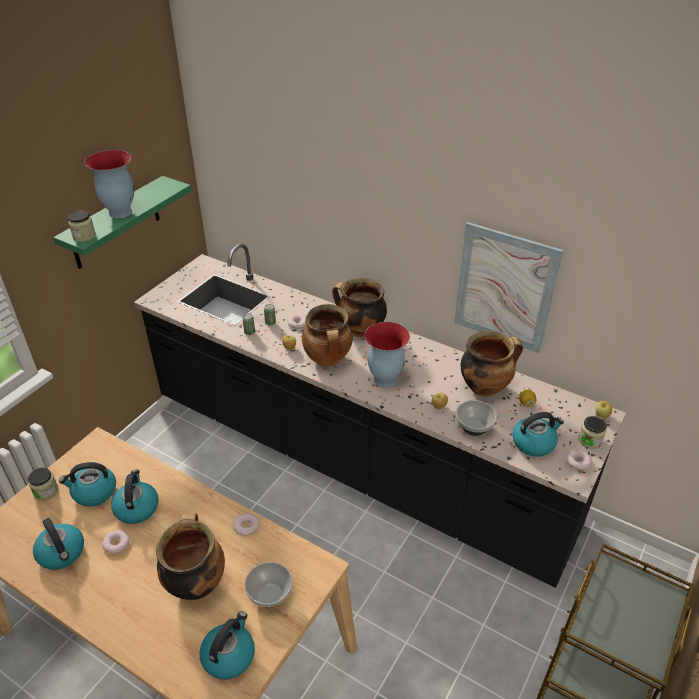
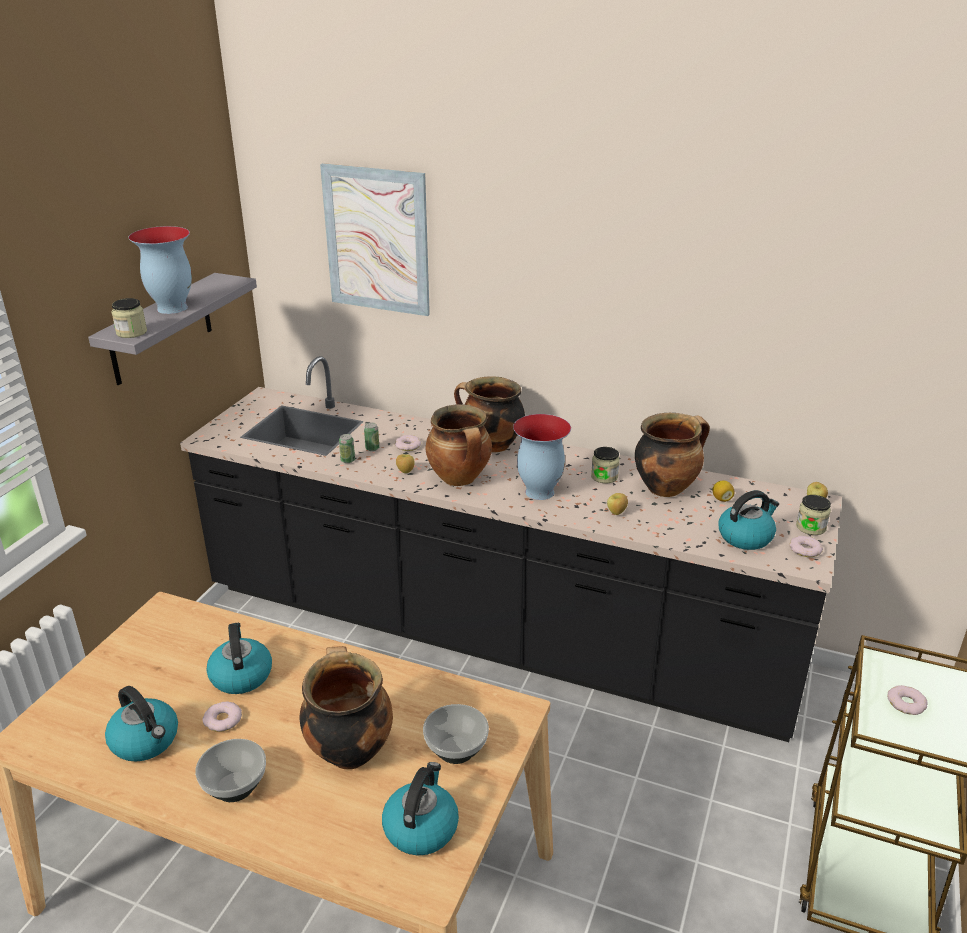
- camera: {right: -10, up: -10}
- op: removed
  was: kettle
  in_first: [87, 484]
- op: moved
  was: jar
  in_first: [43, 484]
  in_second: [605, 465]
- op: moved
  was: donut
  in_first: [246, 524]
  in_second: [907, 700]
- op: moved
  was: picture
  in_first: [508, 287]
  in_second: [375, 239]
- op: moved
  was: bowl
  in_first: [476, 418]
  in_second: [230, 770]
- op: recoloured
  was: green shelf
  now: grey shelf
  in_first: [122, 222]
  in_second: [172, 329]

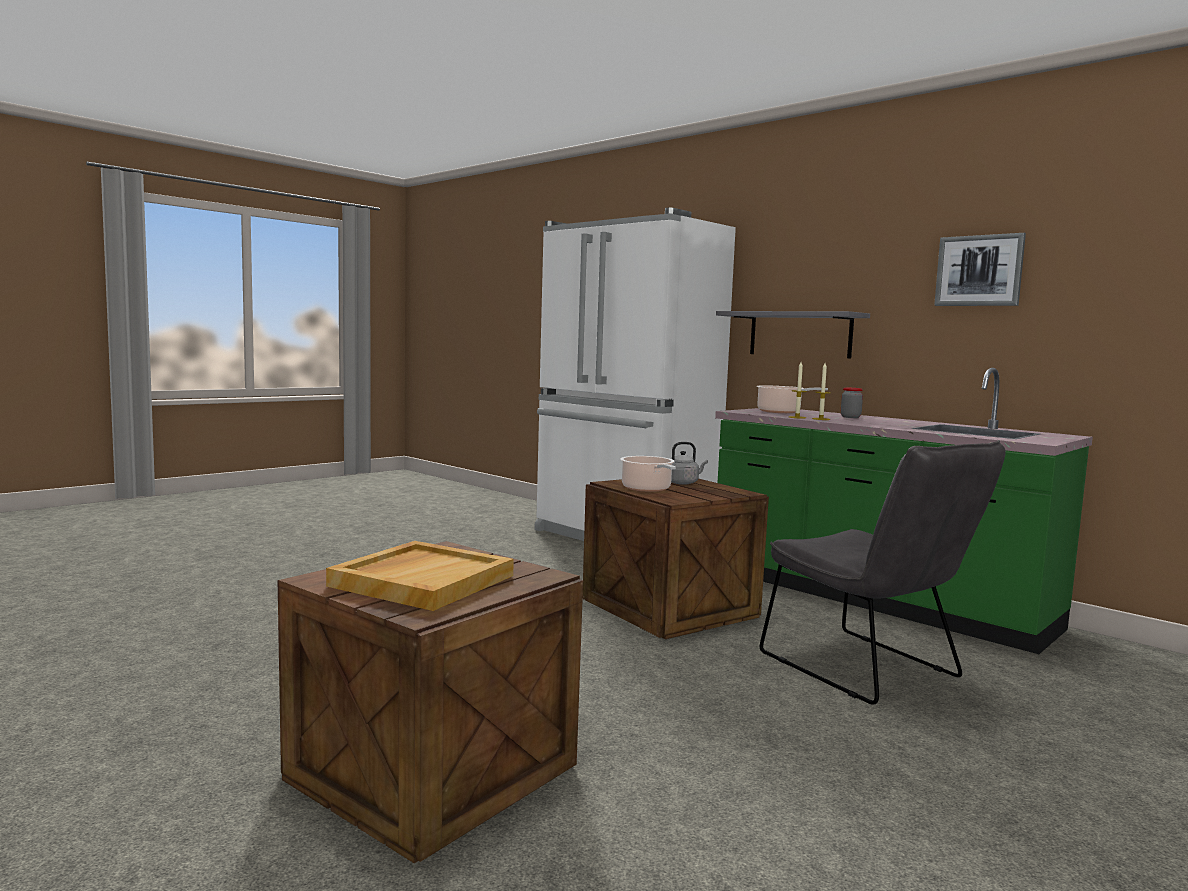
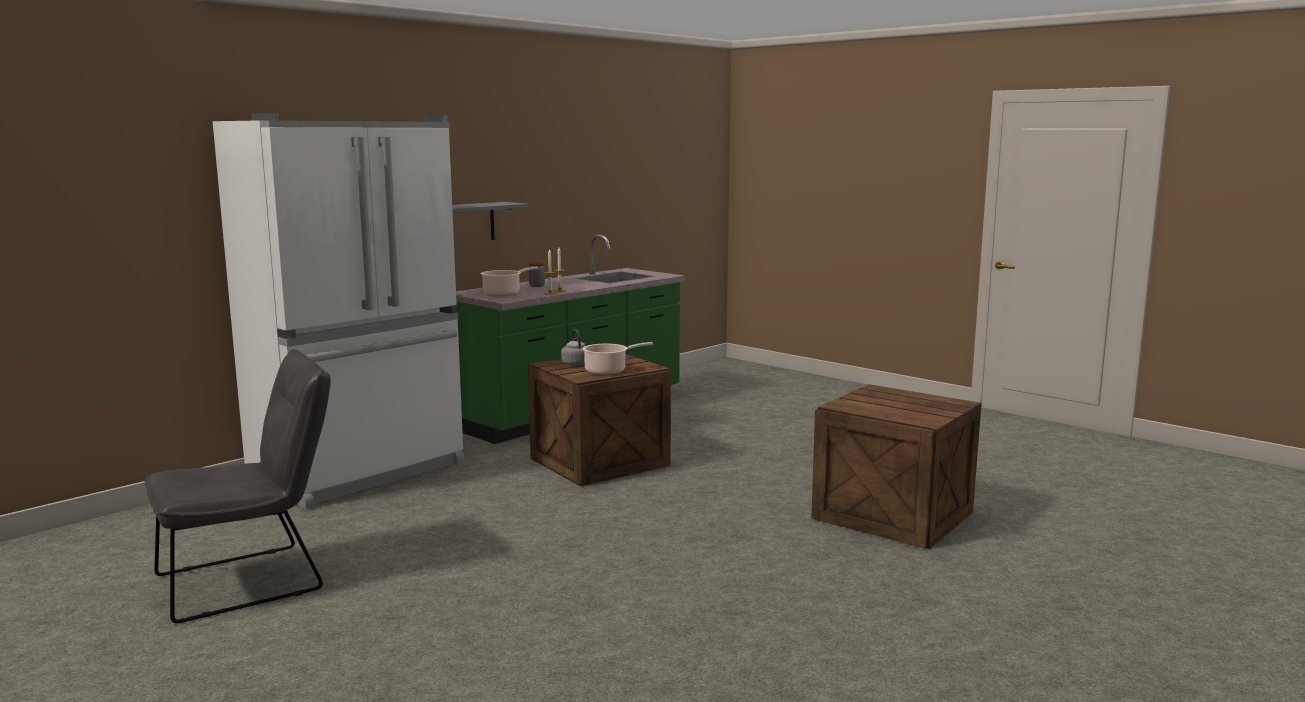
- camera: {right: -90, up: 5}
- op: removed
  was: beige tray
  in_first: [420, 576]
- op: removed
  was: picture
  in_first: [980, 269]
- op: moved
  was: grey chair
  in_first: [882, 572]
  in_second: [238, 486]

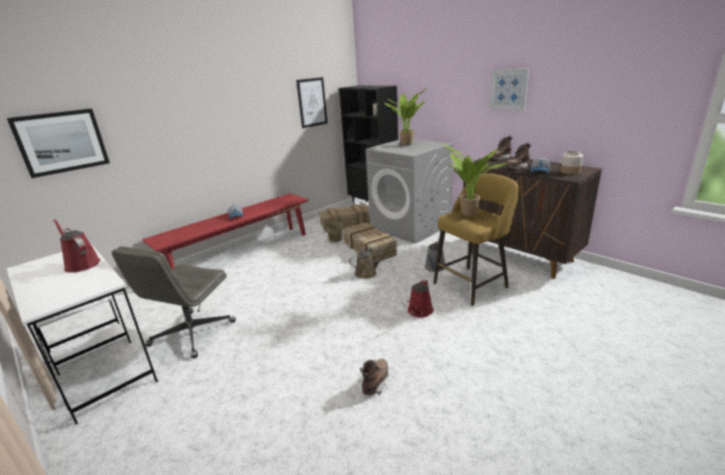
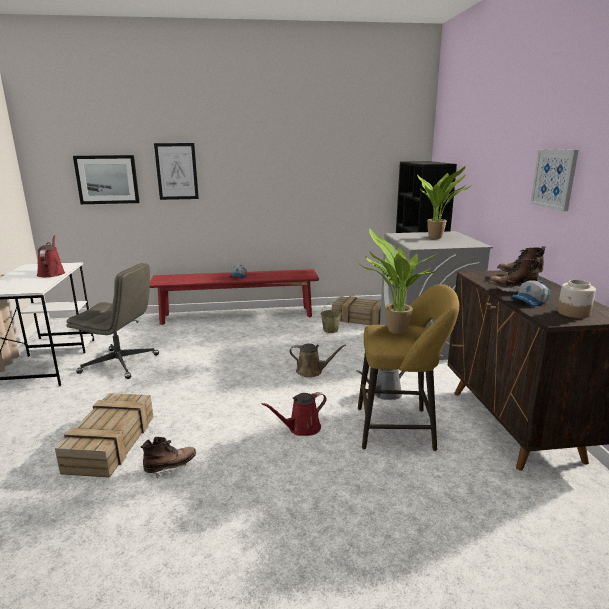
- camera: {right: 35, up: -5}
- op: moved
  was: picture
  in_first: [312, 102]
  in_second: [176, 171]
- op: moved
  was: crate
  in_first: [370, 242]
  in_second: [104, 435]
- op: turned
  was: grey office chair
  in_first: [174, 302]
  in_second: [112, 321]
  clockwise: -135

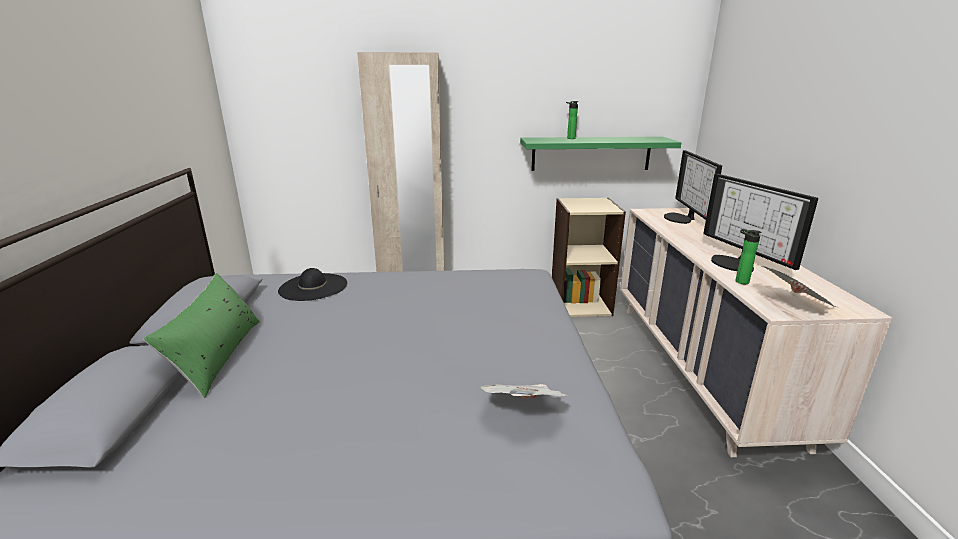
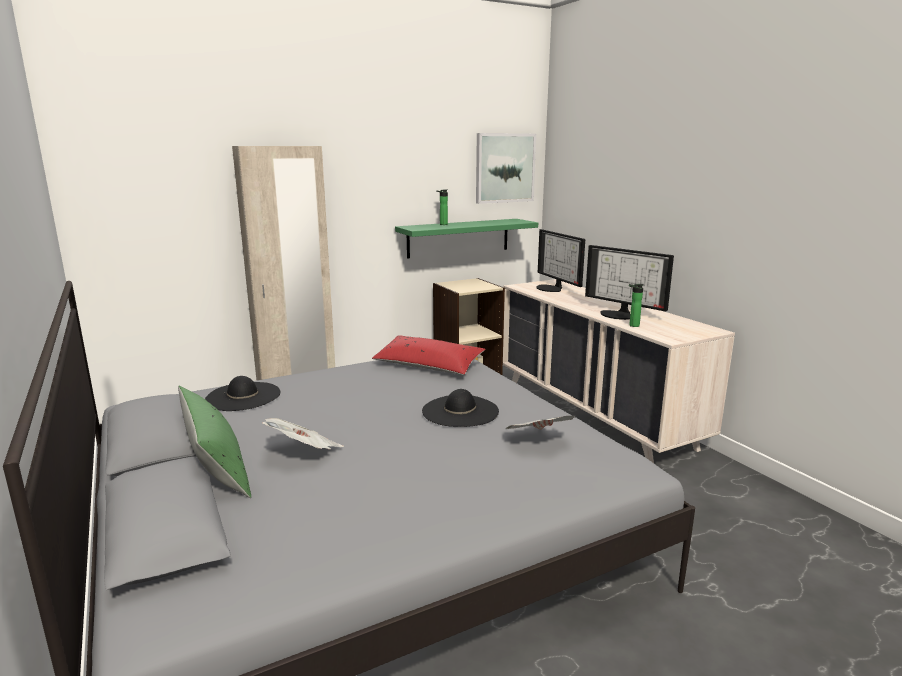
- camera: {right: -25, up: -5}
- op: added
  now: red pillow
  in_second: [428, 355]
- op: added
  now: black hat
  in_second: [460, 408]
- op: added
  now: picture
  in_second: [506, 168]
- op: moved
  was: newspaper
  in_first: [801, 287]
  in_second: [303, 433]

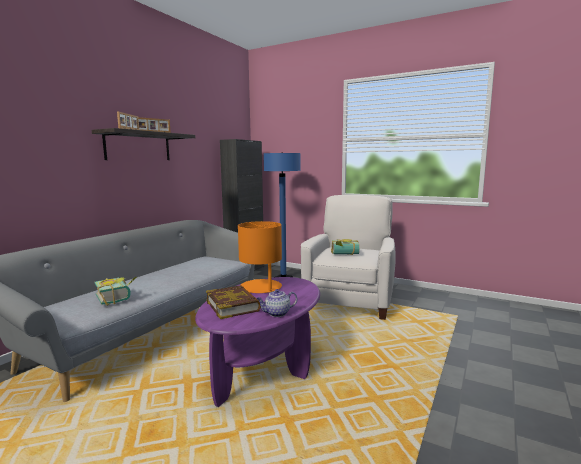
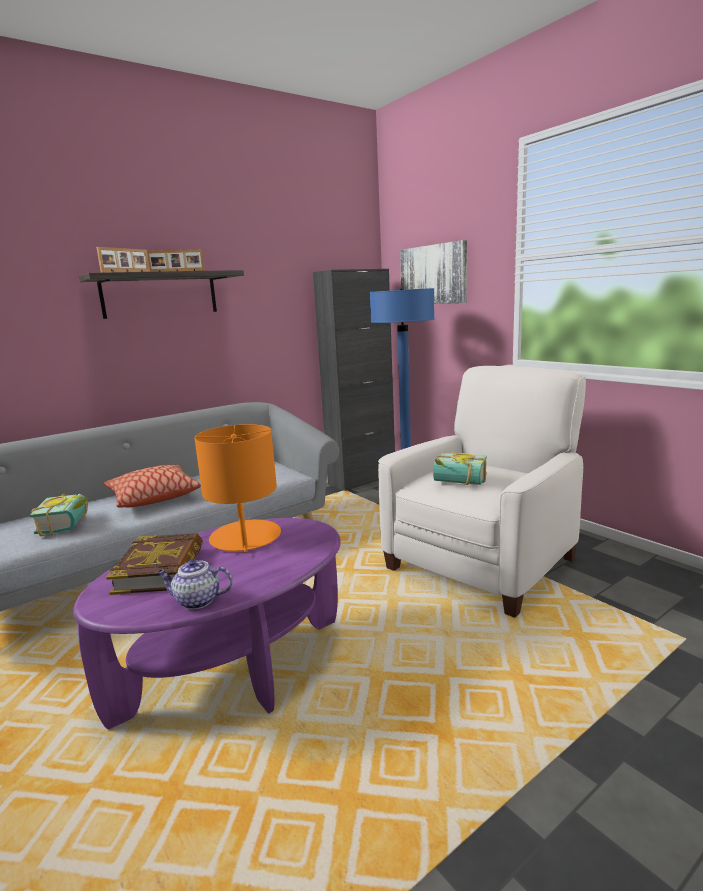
- camera: {right: 25, up: 5}
- op: added
  now: pillow
  in_second: [152, 486]
- op: added
  now: picture
  in_second: [433, 272]

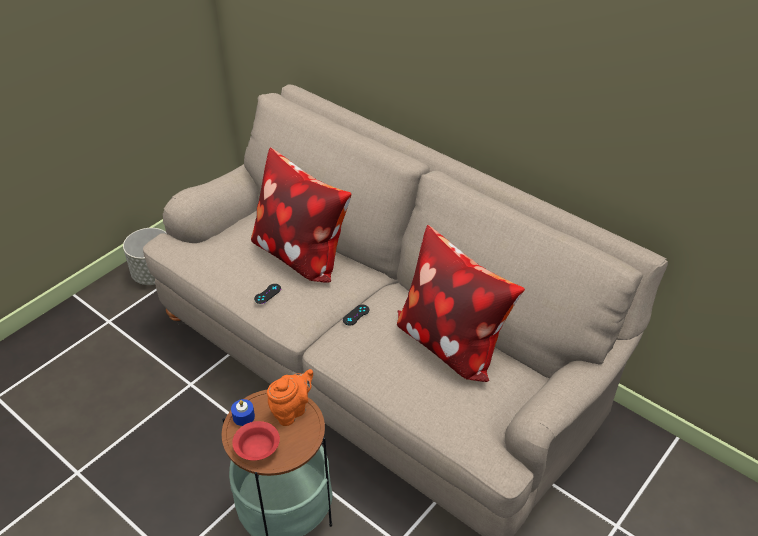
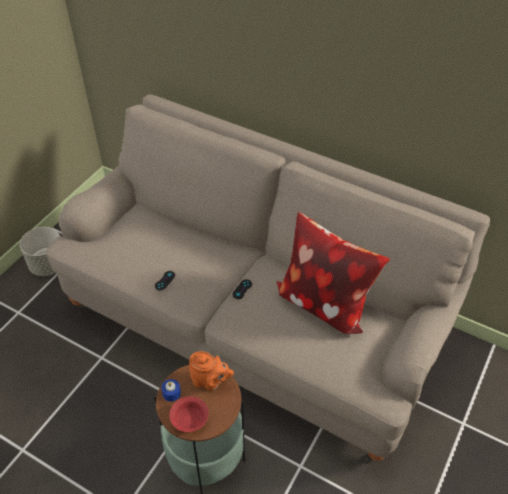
- camera: {right: -10, up: 5}
- op: removed
  was: pillow
  in_first: [301, 215]
- op: turned
  was: orange teapot
  in_first: [290, 397]
  in_second: [211, 371]
  clockwise: 75

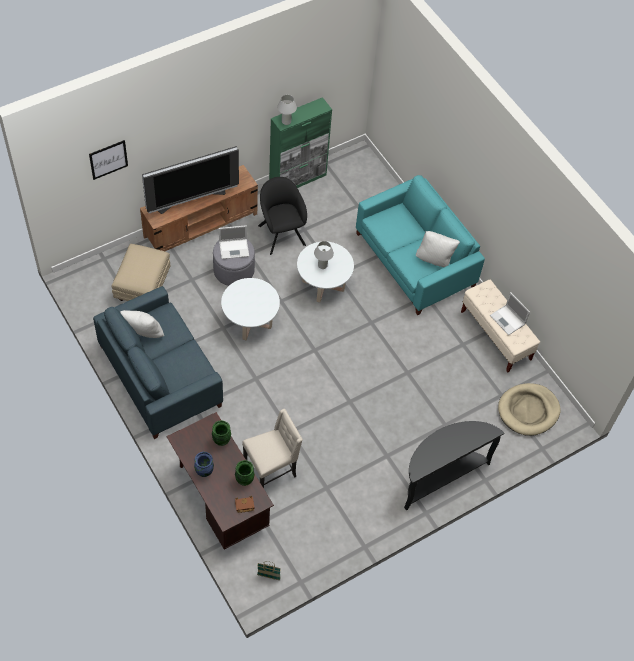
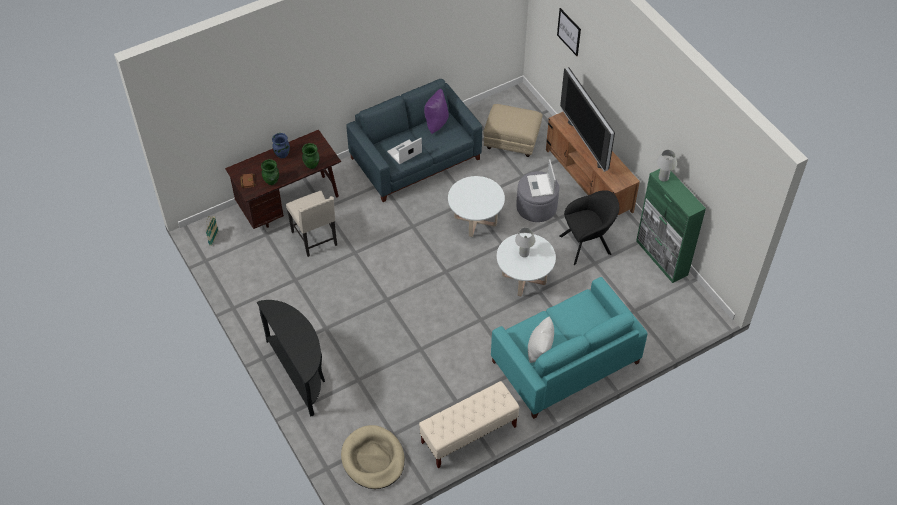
- camera: {right: 95, up: -5}
- op: moved
  was: laptop
  in_first: [510, 313]
  in_second: [404, 151]
- op: recoloured
  was: white pillow
  now: purple pillow
  in_first: [142, 324]
  in_second: [436, 111]

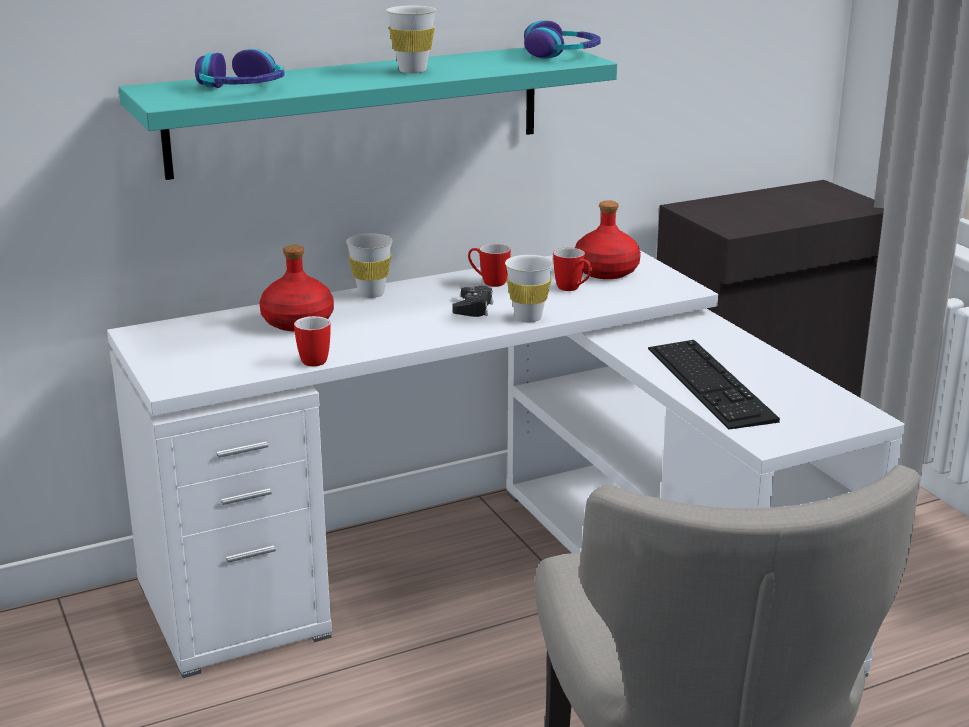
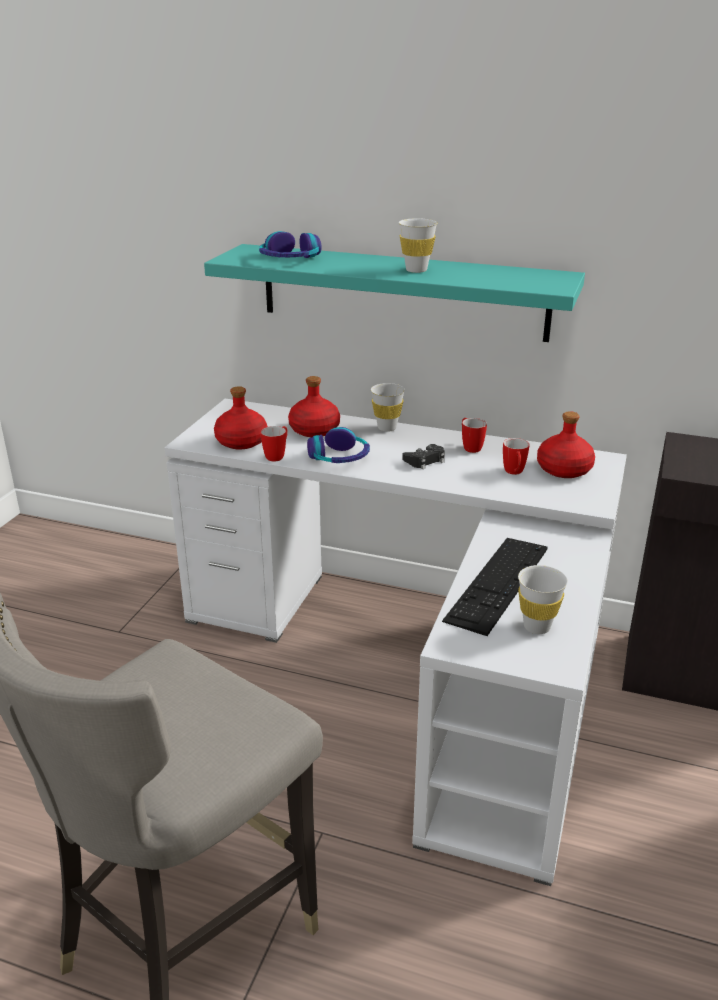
- camera: {right: 45, up: 5}
- op: added
  now: red bottle
  in_second: [240, 417]
- op: moved
  was: white cup
  in_first: [529, 288]
  in_second: [543, 599]
- op: moved
  was: headphones
  in_first: [562, 39]
  in_second: [338, 445]

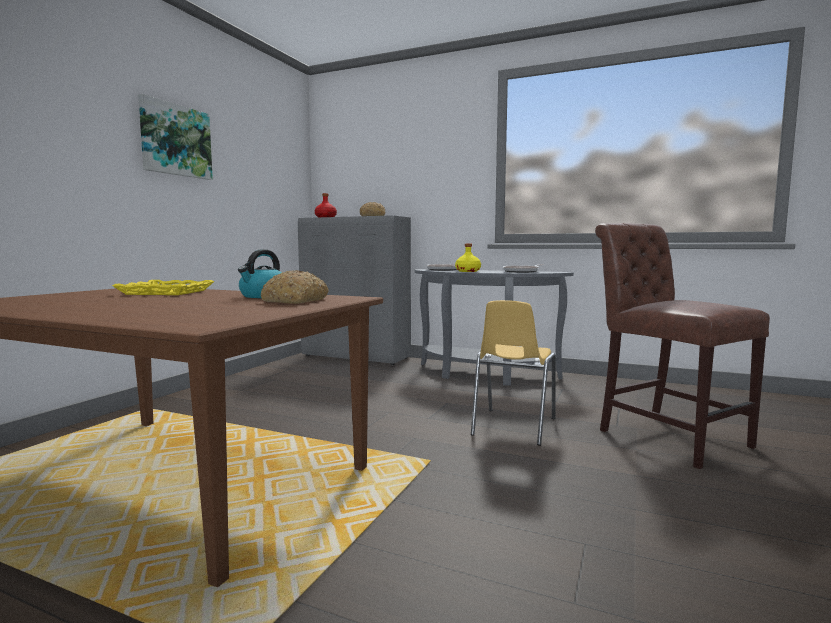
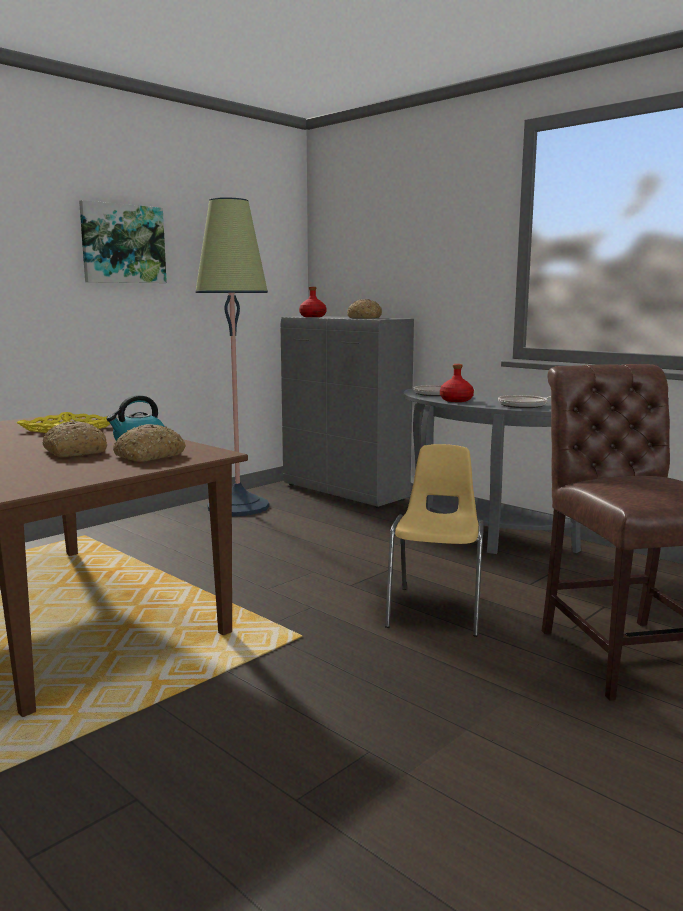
- camera: {right: 20, up: 5}
- op: added
  now: bread
  in_second: [74, 439]
- op: added
  now: floor lamp
  in_second: [232, 356]
- op: recoloured
  was: yellow bottle
  now: red bottle
  in_first: [468, 257]
  in_second: [457, 383]
- op: turned
  was: yellow chair
  in_first: [513, 373]
  in_second: [434, 540]
  clockwise: 150

